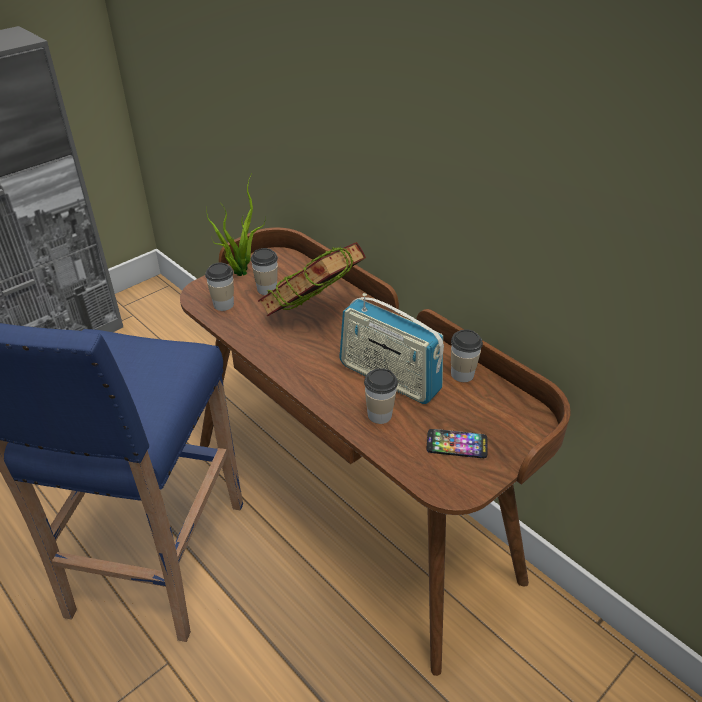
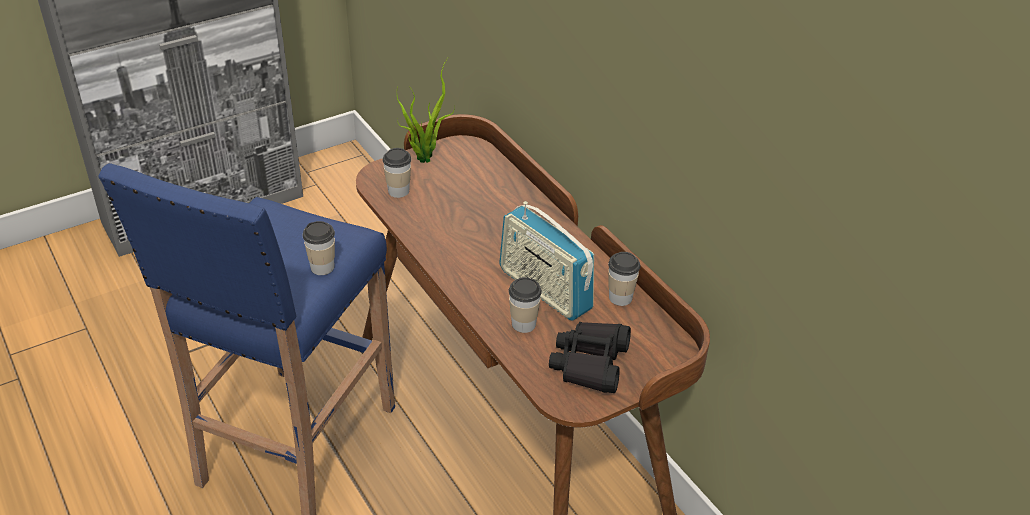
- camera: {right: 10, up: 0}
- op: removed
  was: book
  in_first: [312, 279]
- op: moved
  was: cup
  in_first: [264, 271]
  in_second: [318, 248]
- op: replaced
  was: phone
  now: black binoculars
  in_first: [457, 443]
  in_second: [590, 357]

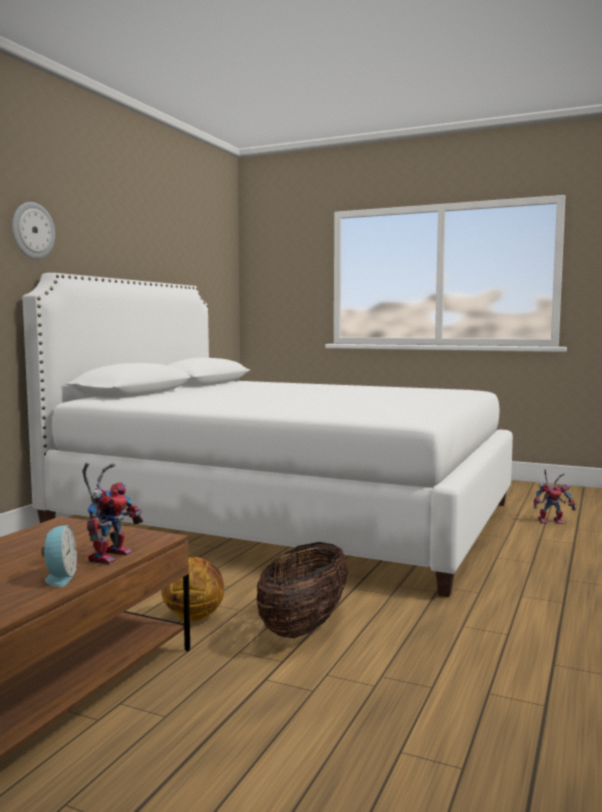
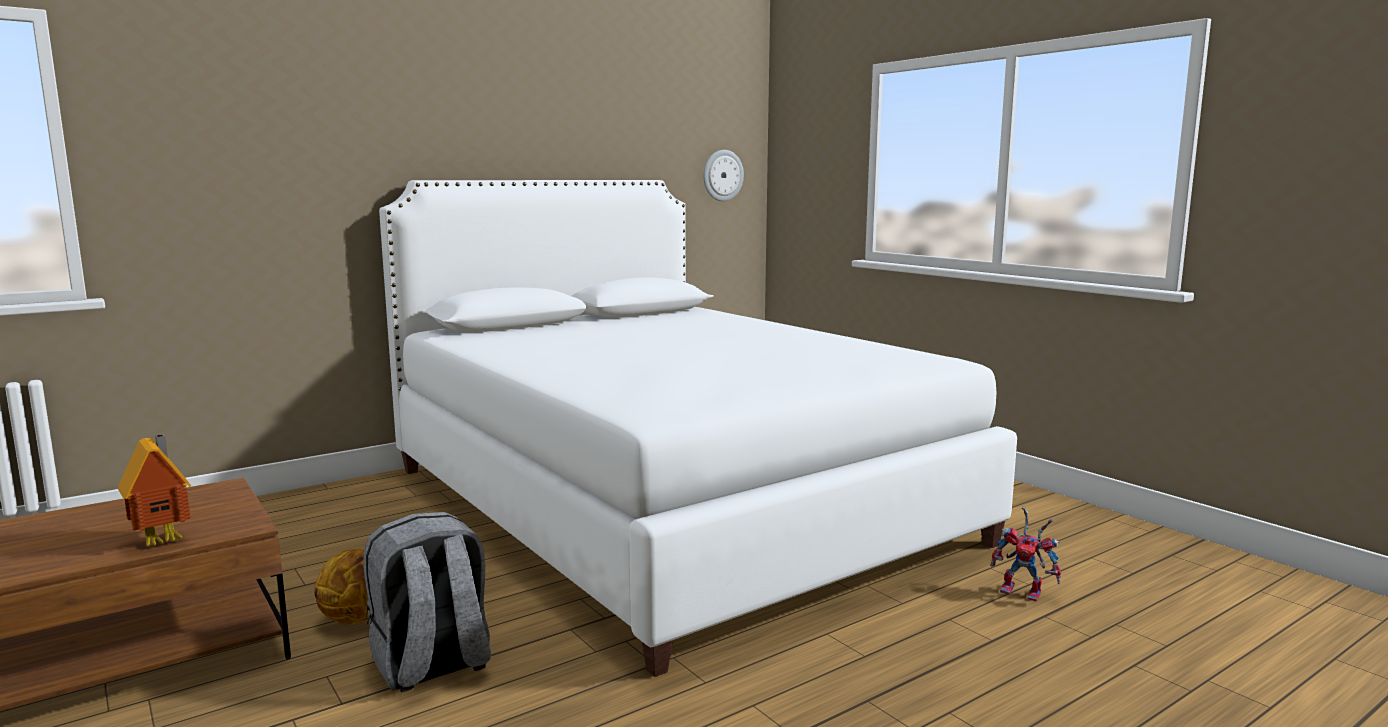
- camera: {right: 30, up: 5}
- op: removed
  was: alarm clock
  in_first: [59, 556]
- op: moved
  was: wall clock
  in_first: [33, 230]
  in_second: [723, 175]
- op: replaced
  was: toy robot
  now: toy house
  in_first: [112, 514]
  in_second: [154, 490]
- op: replaced
  was: basket
  now: grey backpack
  in_first: [302, 590]
  in_second: [427, 602]

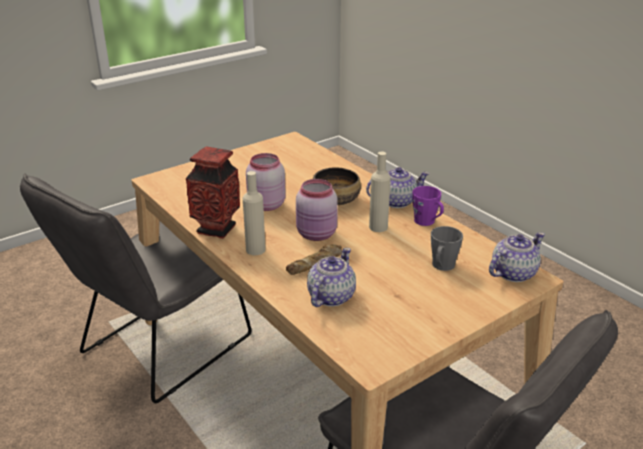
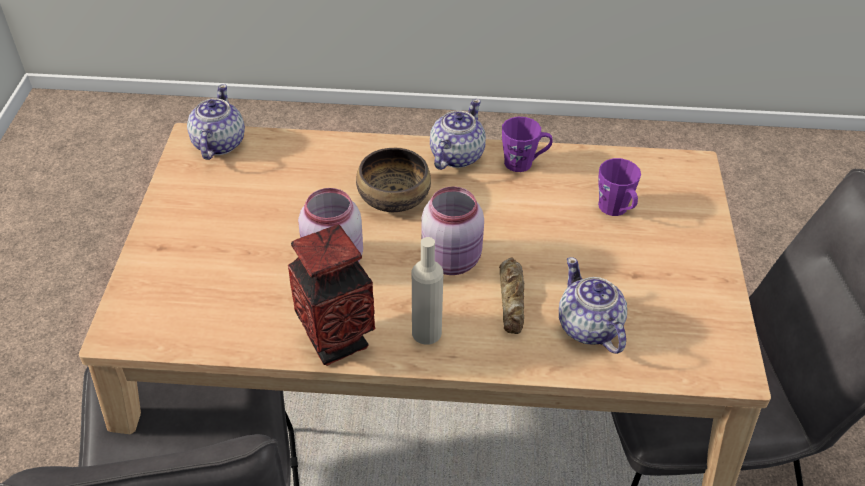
- camera: {right: -50, up: 15}
- op: removed
  was: beige bottle
  in_first: [380, 191]
- op: moved
  was: teapot
  in_first: [517, 257]
  in_second: [216, 122]
- op: recoloured
  was: grey mug
  now: purple mug
  in_first: [447, 248]
  in_second: [619, 187]

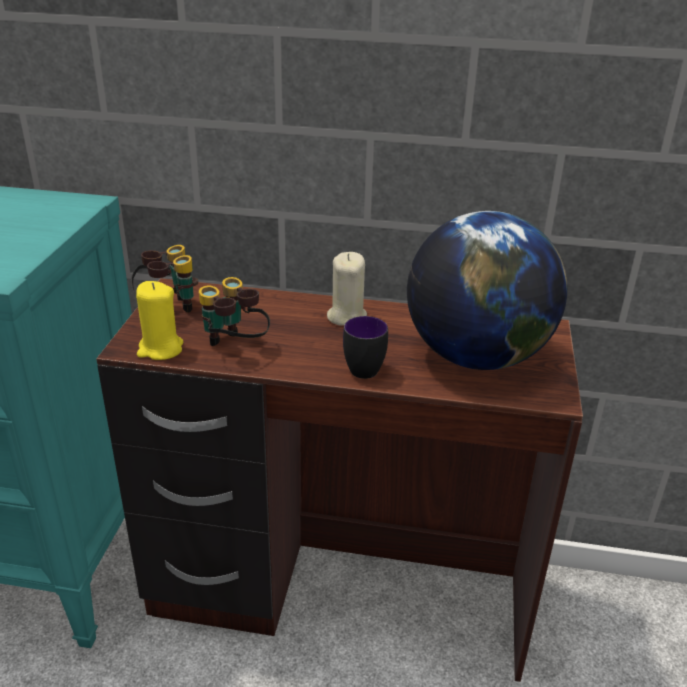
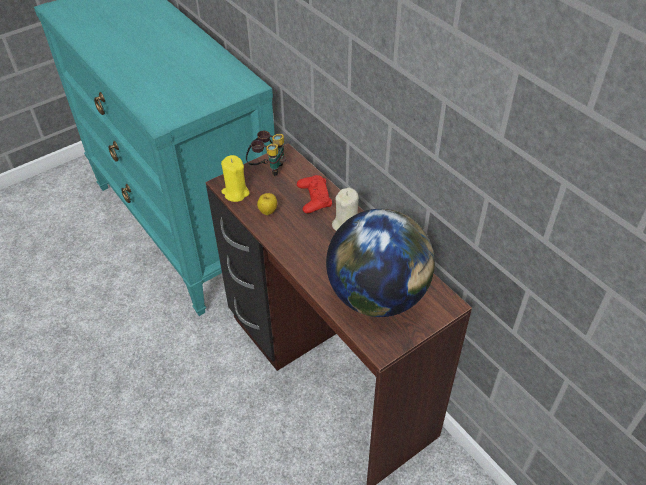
- camera: {right: 45, up: 15}
- op: removed
  was: mug
  in_first: [365, 347]
- op: added
  now: red game controller
  in_second: [314, 194]
- op: replaced
  was: binoculars
  now: apple
  in_first: [234, 311]
  in_second: [267, 204]

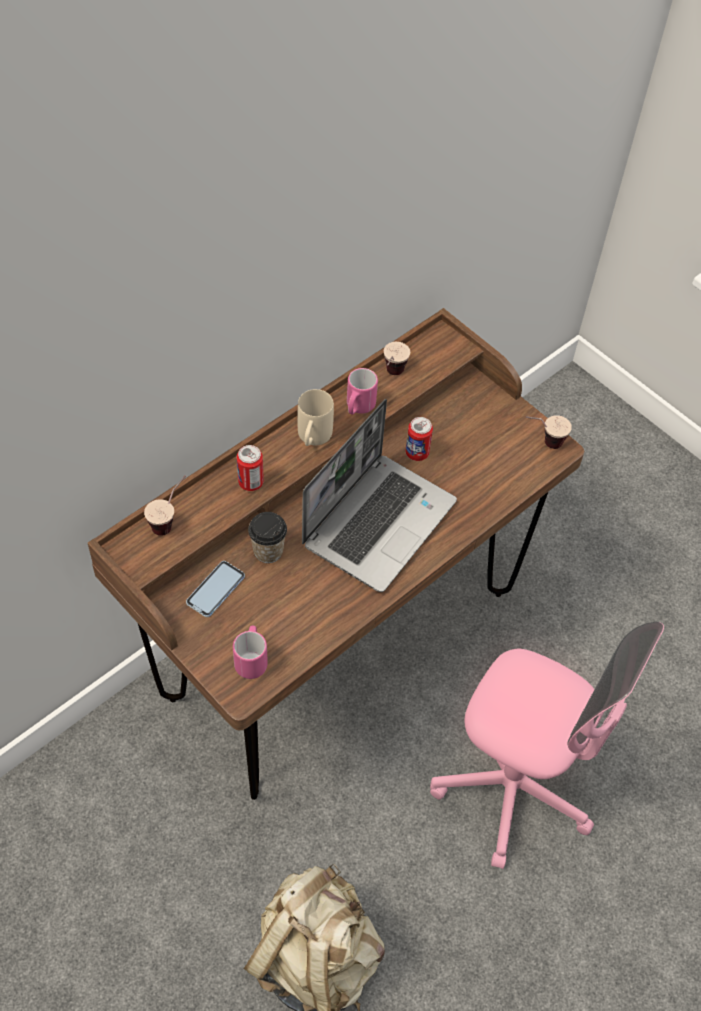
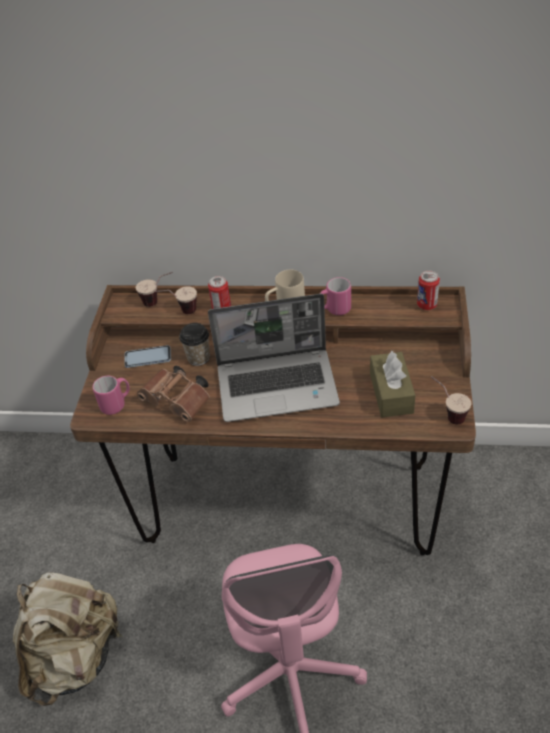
- camera: {right: 55, up: -10}
- op: added
  now: brown binoculars
  in_second: [173, 394]
- op: added
  now: brown tissue box
  in_second: [393, 384]
- op: moved
  was: cup
  in_first: [397, 358]
  in_second: [176, 300]
- op: moved
  was: can
  in_first: [419, 439]
  in_second: [428, 290]

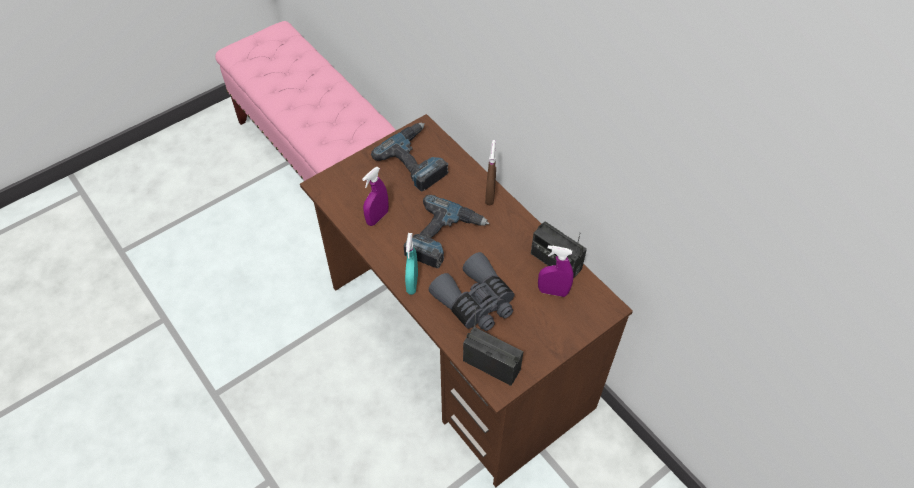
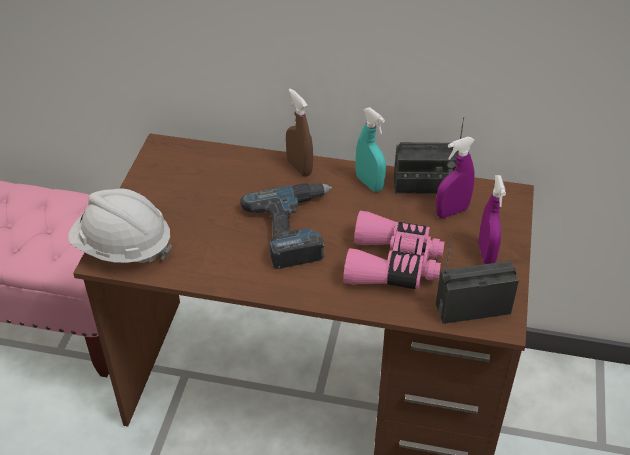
- camera: {right: -40, up: -10}
- op: removed
  was: power drill
  in_first: [410, 157]
- op: added
  now: white hard hat
  in_second: [120, 226]
- op: moved
  was: purple spray bottle
  in_first: [375, 196]
  in_second: [492, 219]
- op: moved
  was: turquoise spray bottle
  in_first: [411, 264]
  in_second: [371, 149]
- op: recoloured
  was: grey binoculars
  now: pink binoculars
  in_first: [472, 291]
  in_second: [394, 250]

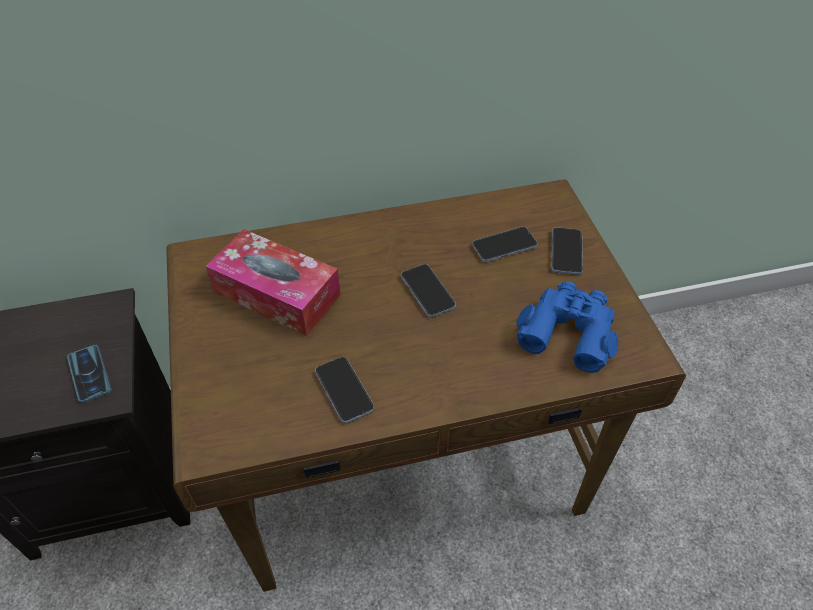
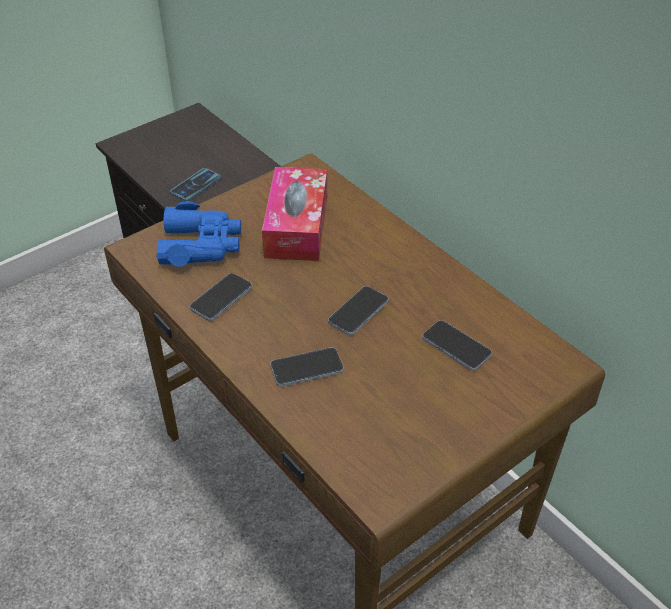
- camera: {right: 65, up: -5}
- op: moved
  was: blue binoculars
  in_first: [567, 327]
  in_second: [198, 234]
- op: moved
  was: phone
  in_first: [567, 251]
  in_second: [306, 367]

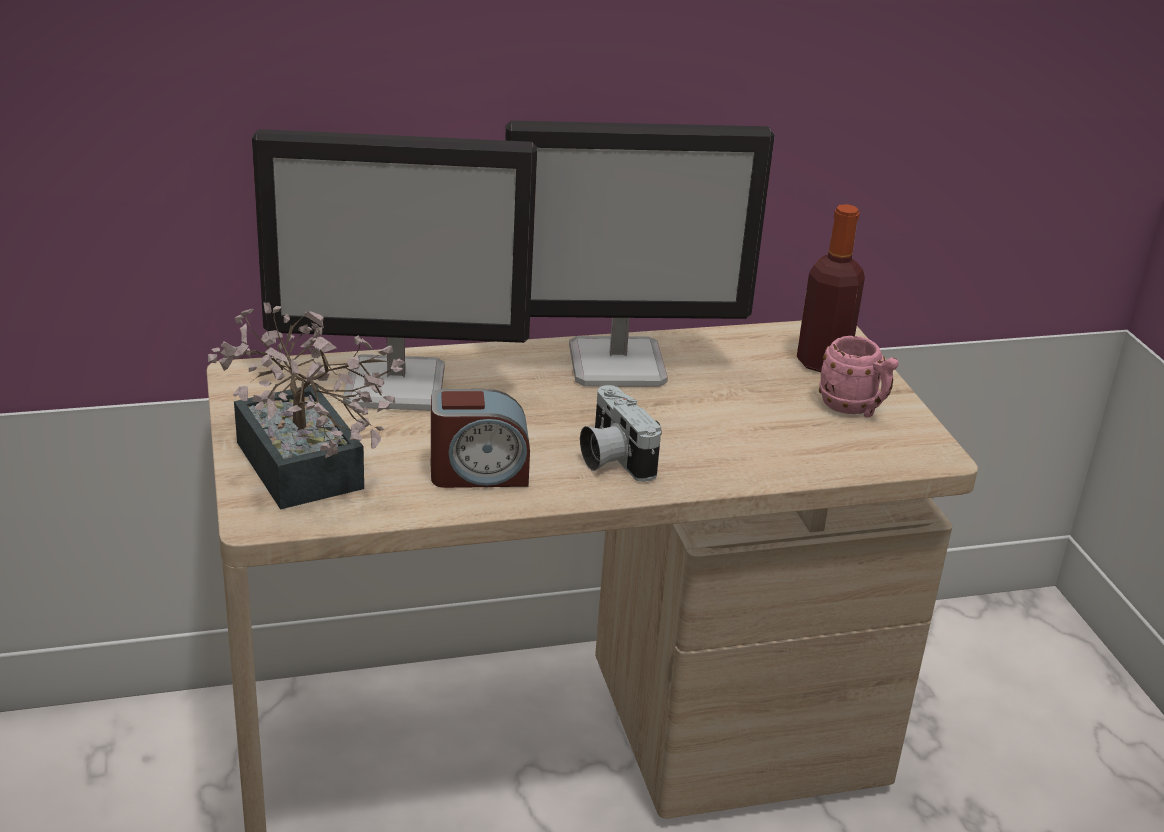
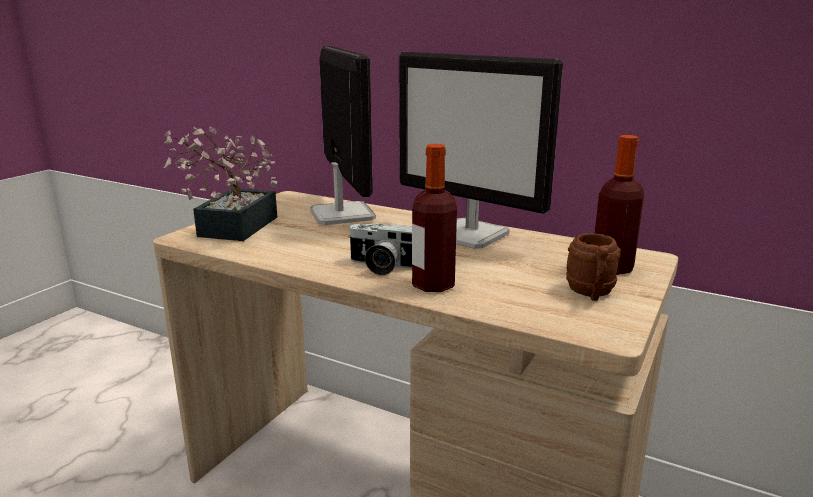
- camera: {right: 45, up: -10}
- op: removed
  was: alarm clock
  in_first: [480, 438]
- op: added
  now: bottle
  in_second: [434, 218]
- op: recoloured
  was: pink mug
  now: brown mug
  in_first: [859, 377]
  in_second: [593, 267]
- op: turned
  was: monitor
  in_first: [394, 270]
  in_second: [343, 135]
  clockwise: -150
- op: turned
  was: photo camera
  in_first: [621, 433]
  in_second: [380, 249]
  clockwise: -90

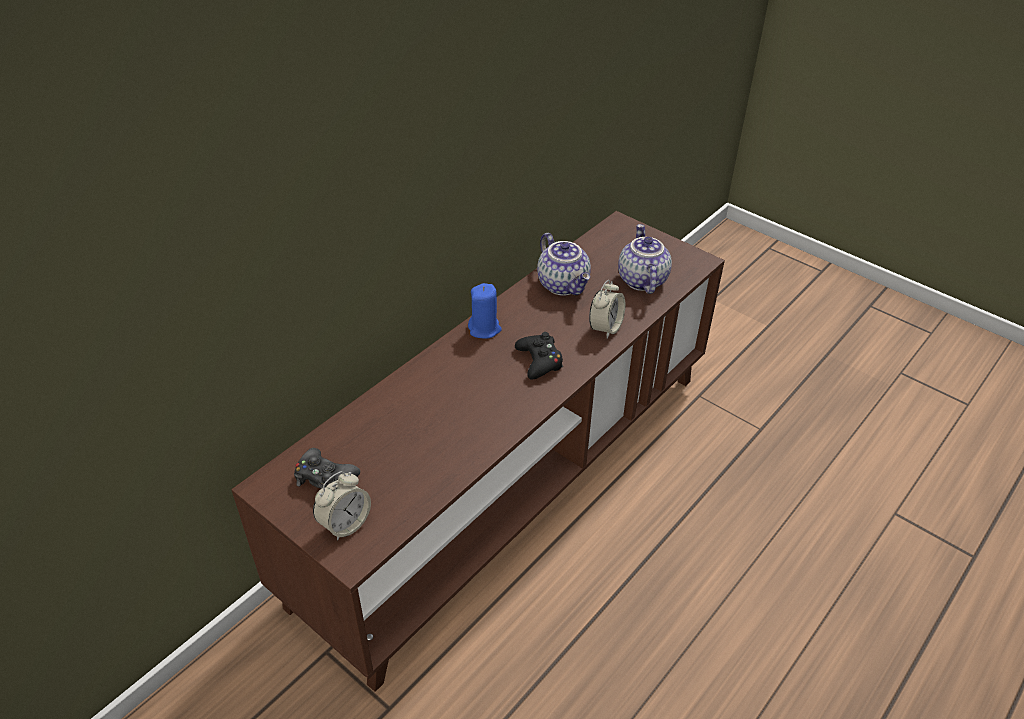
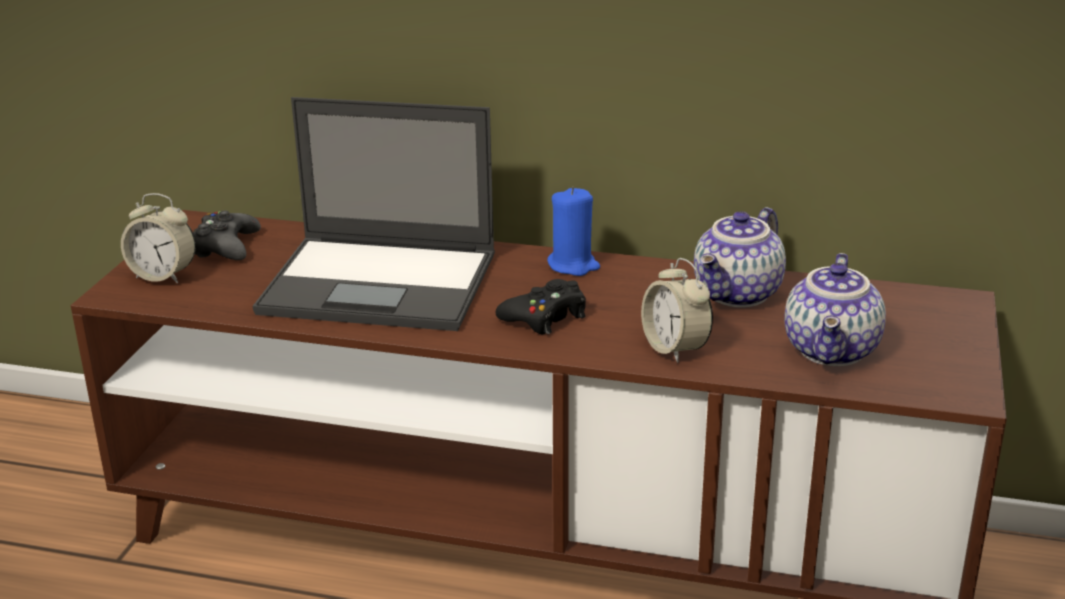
- camera: {right: 65, up: -15}
- op: added
  now: laptop
  in_second: [374, 214]
- op: turned
  was: alarm clock
  in_first: [607, 309]
  in_second: [677, 310]
  clockwise: 60
- op: turned
  was: teapot
  in_first: [645, 259]
  in_second: [835, 309]
  clockwise: 135

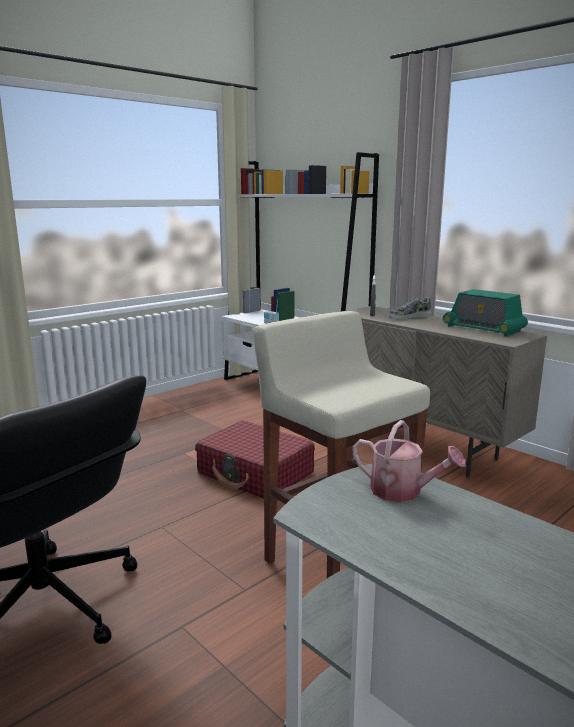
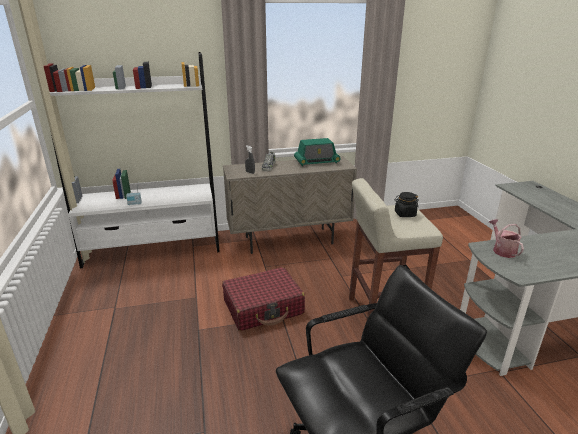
- camera: {right: -60, up: 10}
- op: added
  now: black jar
  in_second: [407, 204]
- op: turned
  was: watering can
  in_first: [409, 461]
  in_second: [506, 238]
  clockwise: -75

